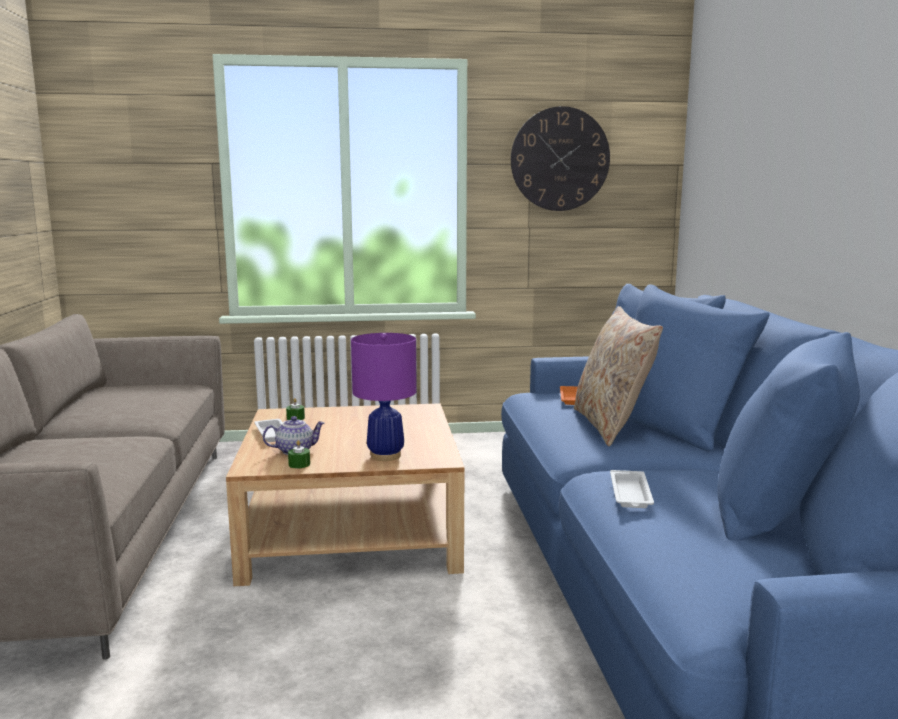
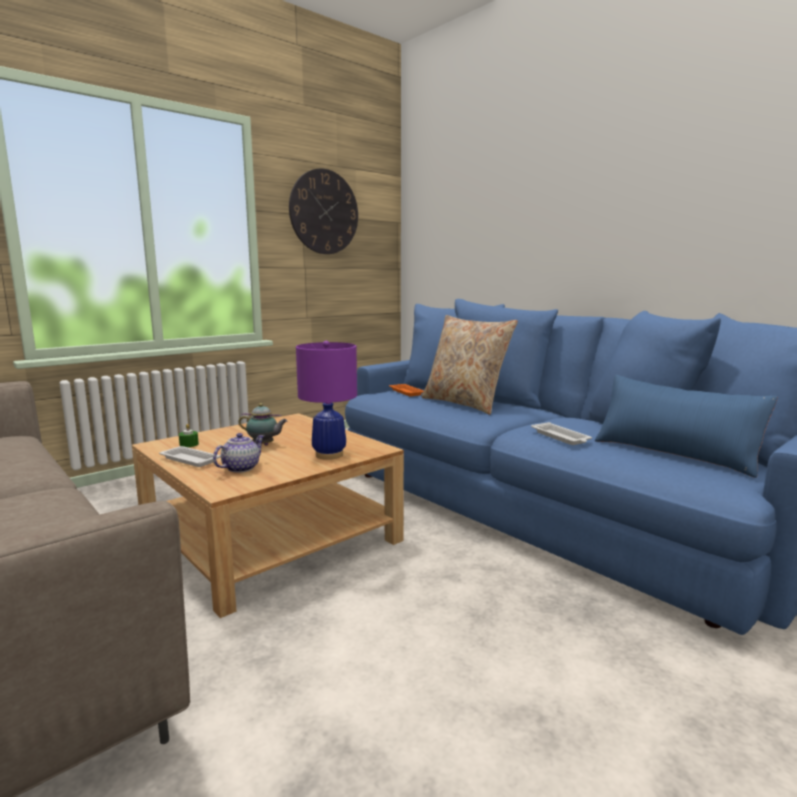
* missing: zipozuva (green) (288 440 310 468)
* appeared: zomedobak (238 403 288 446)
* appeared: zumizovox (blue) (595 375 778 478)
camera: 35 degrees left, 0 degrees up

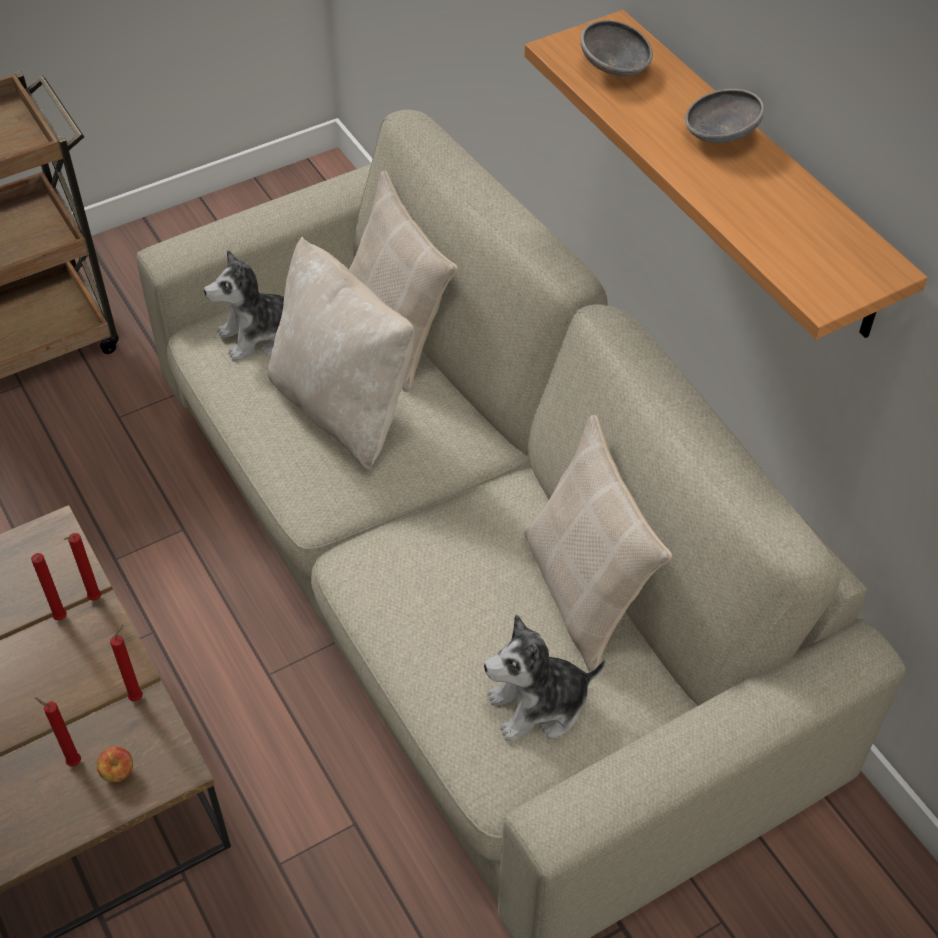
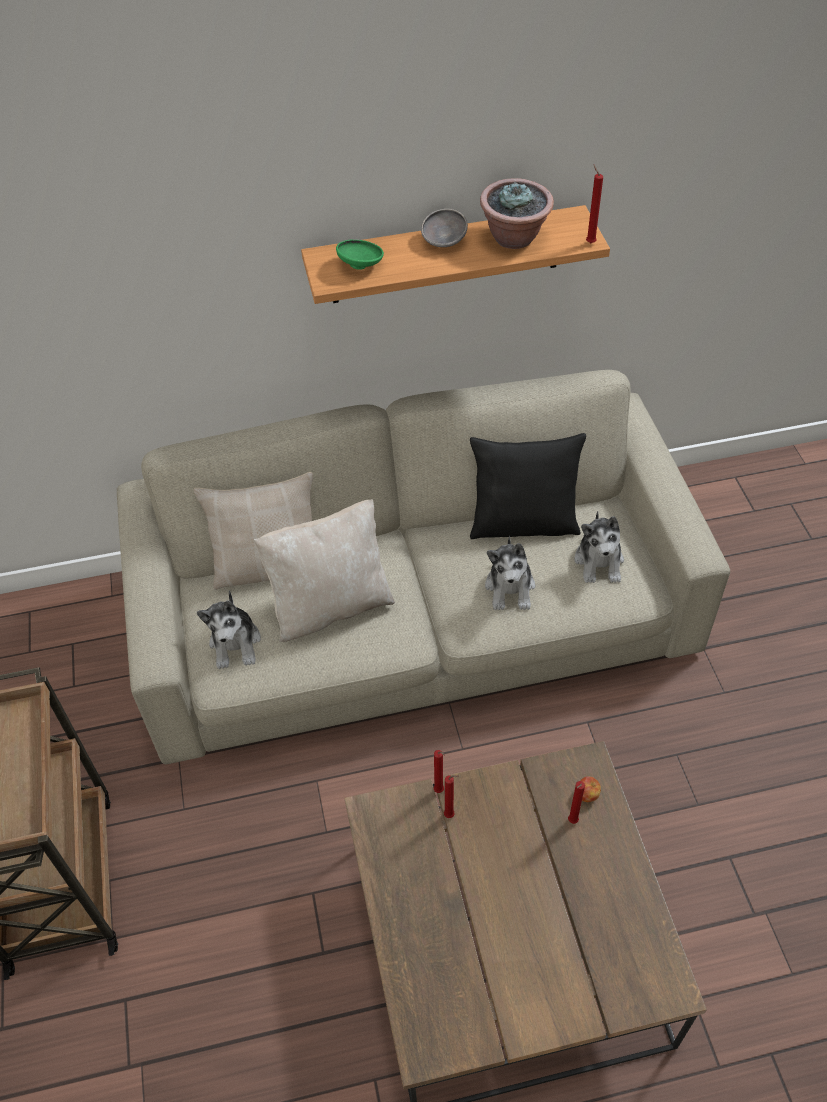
* appeared: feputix (480 178 554 249)
* appeared: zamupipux (485 536 535 610)
* relocated: zipozuva (red) (110 624 143 701) to (586 164 603 243)
* colour: zumizovox (beige) (524 415 672 671) to zumizovox (black) (470 433 586 539)
* colour: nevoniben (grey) (580 20 653 76) to nevoniben (green) (336 239 384 270)
camera: 70 degrees left, 0 degrees up

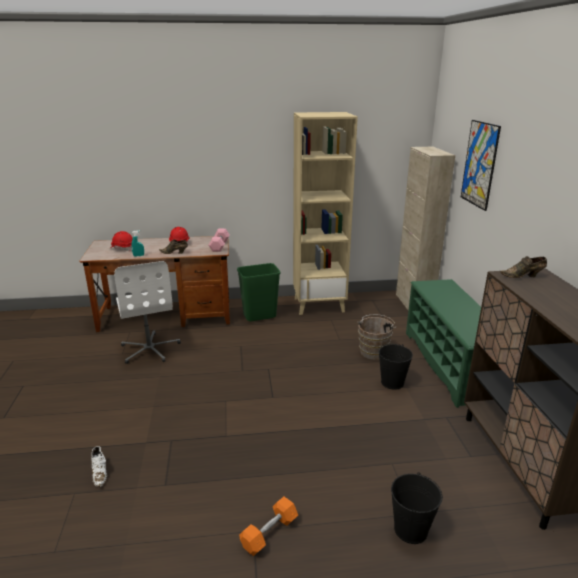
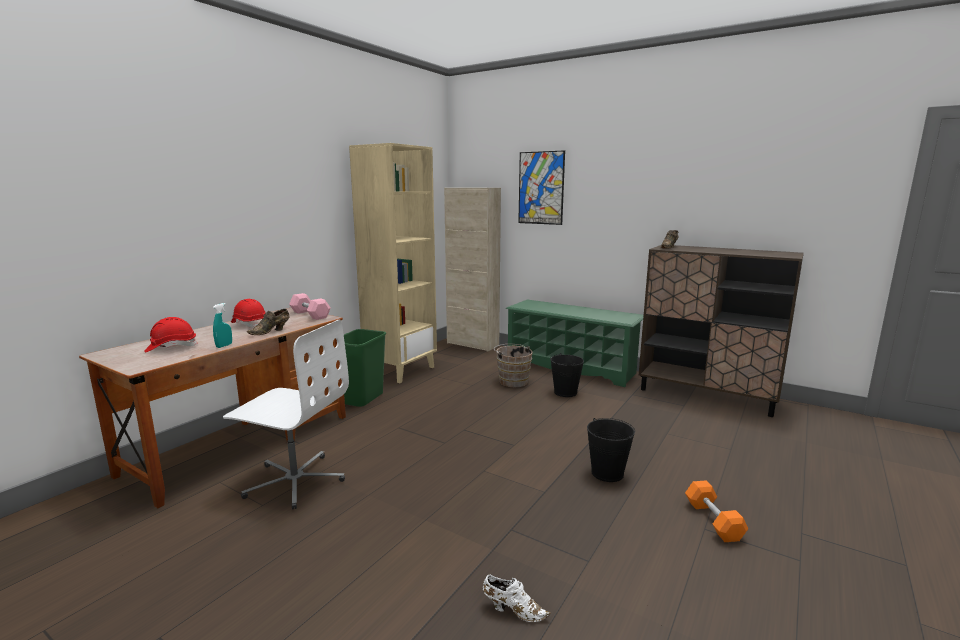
* relocated: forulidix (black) (391 472 443 544) to (587 418 635 482)
camera: 50 degrees left, 10 degrees down

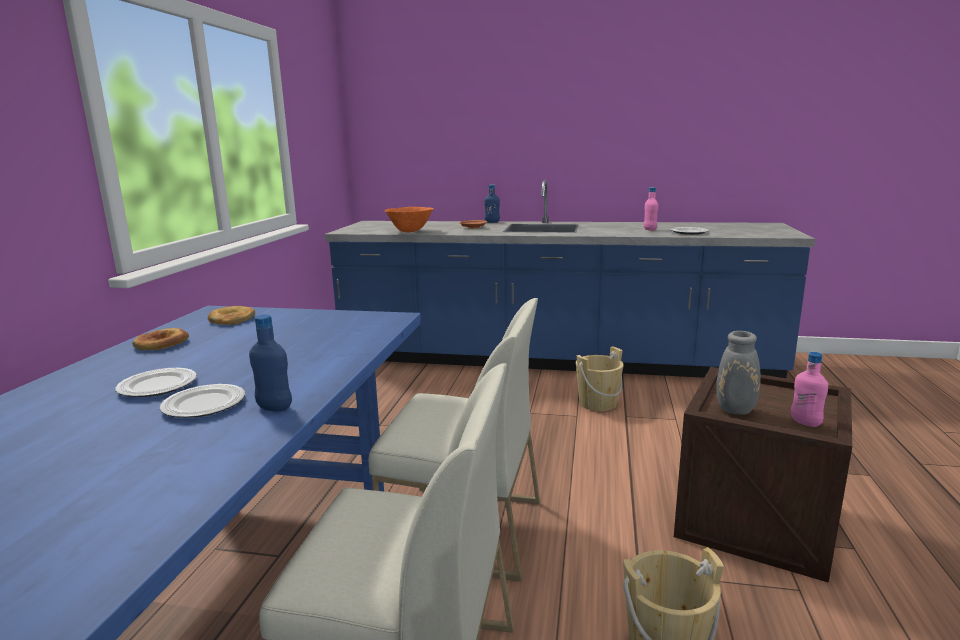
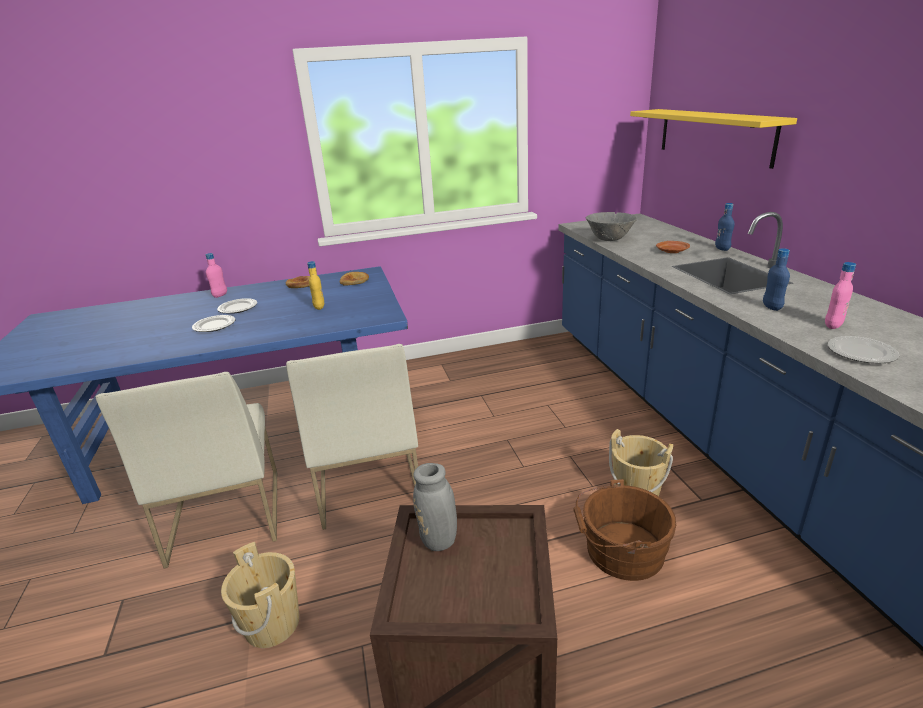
* appeared: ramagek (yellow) (307 261 324 310)
* appeared: forulidix (brown) (573 479 676 581)
* appeared: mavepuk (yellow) (630 109 797 169)
* relocated: ramagek (blue) (249 314 292 411) to (763 248 790 311)
* relocated: ramagek (pink) (791 352 828 427) to (206 253 227 298)
* colour: nevoniben (orange) (385 207 434 232) to nevoniben (grey) (585 212 637 241)
camera: 65 degrees right, 10 degrees up

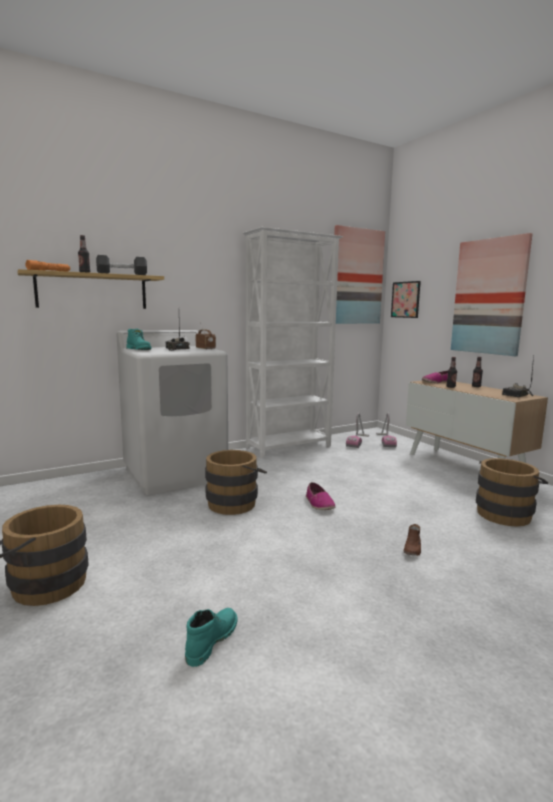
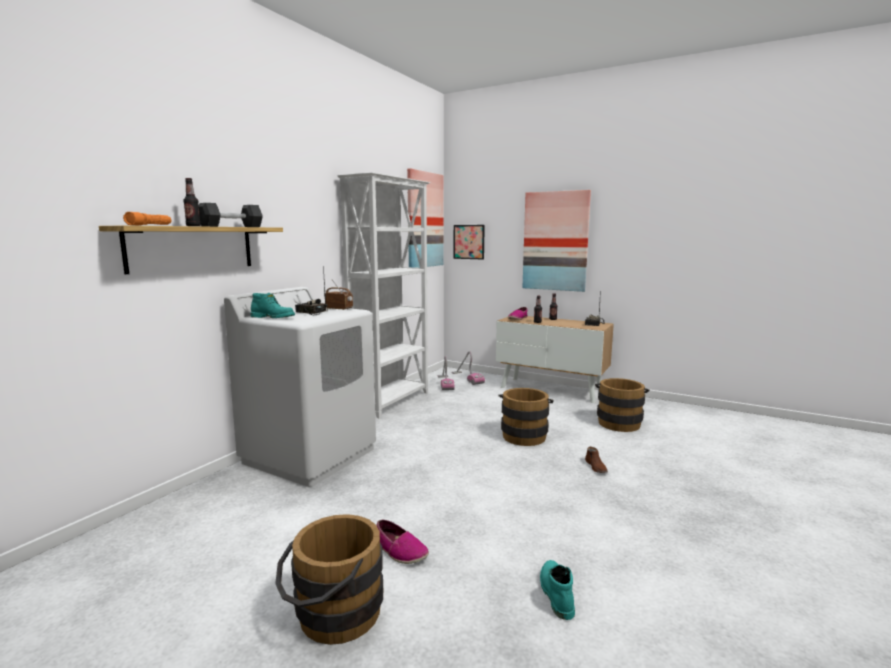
* relocated: forulidix (brown) (205 450 267 515) to (499 388 554 446)
* relocated: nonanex (306 482 336 510) to (376 520 429 564)
camera: 30 degrees left, 0 degrees up

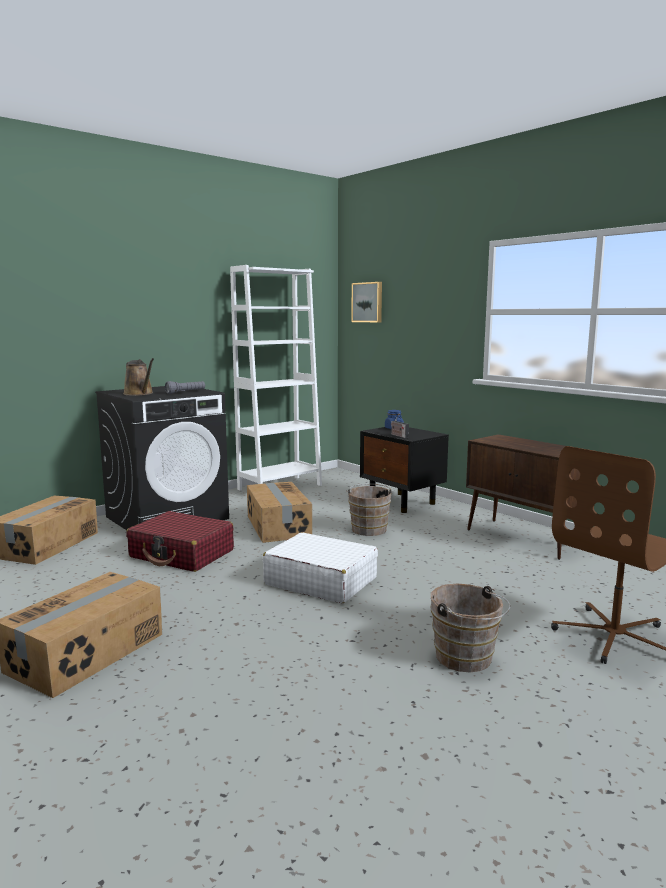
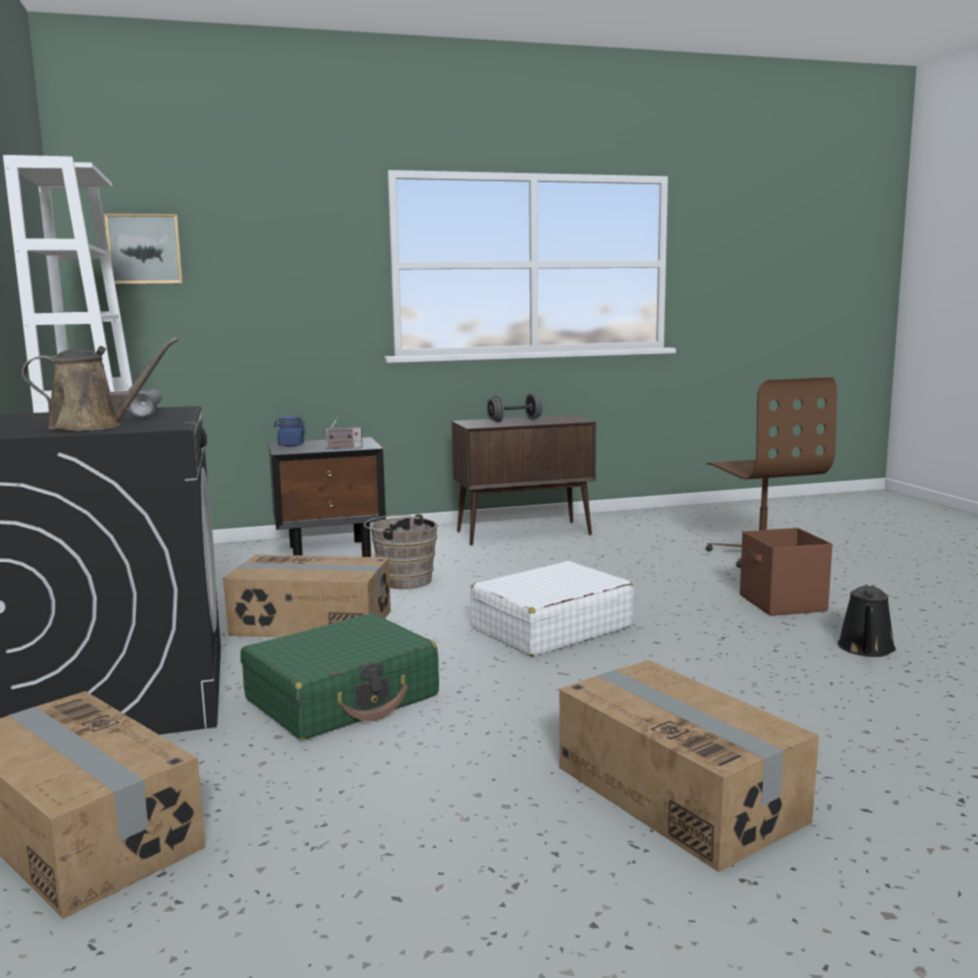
* appeared: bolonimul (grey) (487 393 543 422)
* appeared: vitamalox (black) (838 584 896 657)
* exchanged: forulidix (brown) (430 584 511 672) to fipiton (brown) (740 528 832 616)
* colour: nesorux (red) (126 511 234 572) to nesorux (green) (240 613 439 740)
camera: 65 degrees left, 0 degrees up

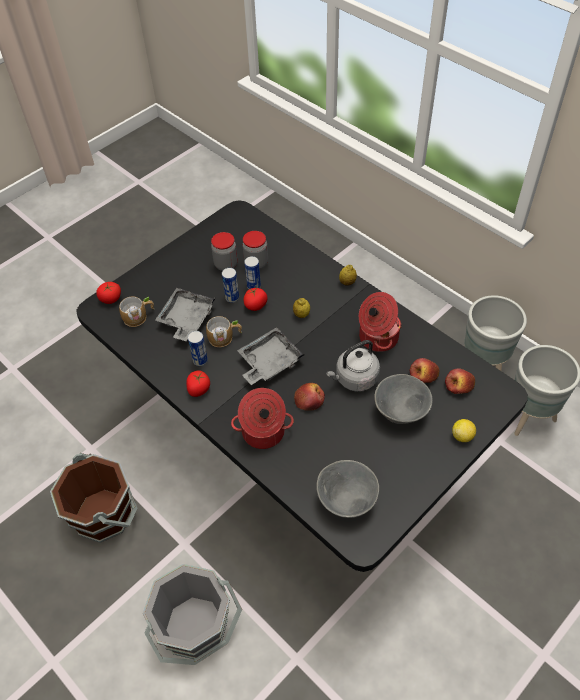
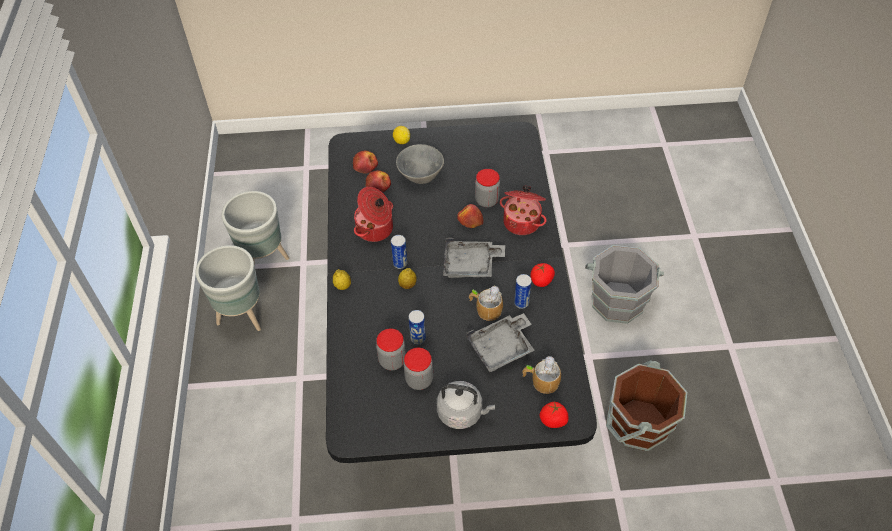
* missing: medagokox (243 288 268 311)
* missing: nevoniben (grey) (317 460 379 518)
* appeared: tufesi (475 169 500 207)
* relocated: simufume (222 268 239 303) to (391 235 407 269)
* relocated: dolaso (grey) (326 340 380 392) to (437 381 495 429)
camera: 140 degrees left, 0 degrees up

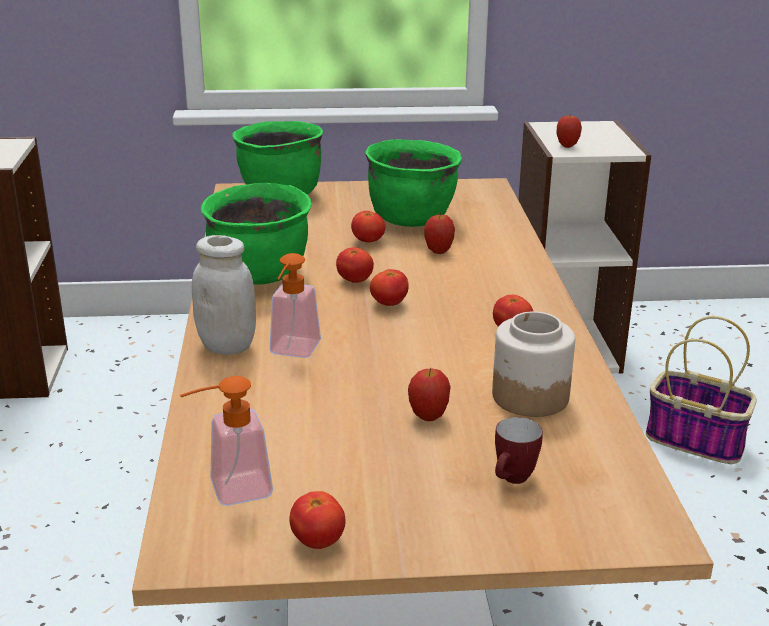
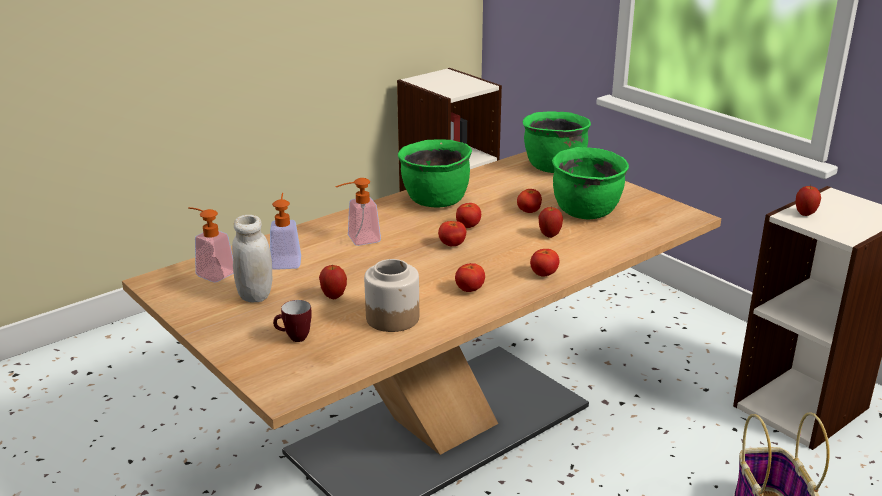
* appeared: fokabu (270 193 301 270)
* relocated: tufesi (white) (192 235 256 355) to (232 215 272 303)
* relocated: medagokox (289 491 346 549) to (530 249 559 276)
camera: 55 degrees right, 0 degrees up

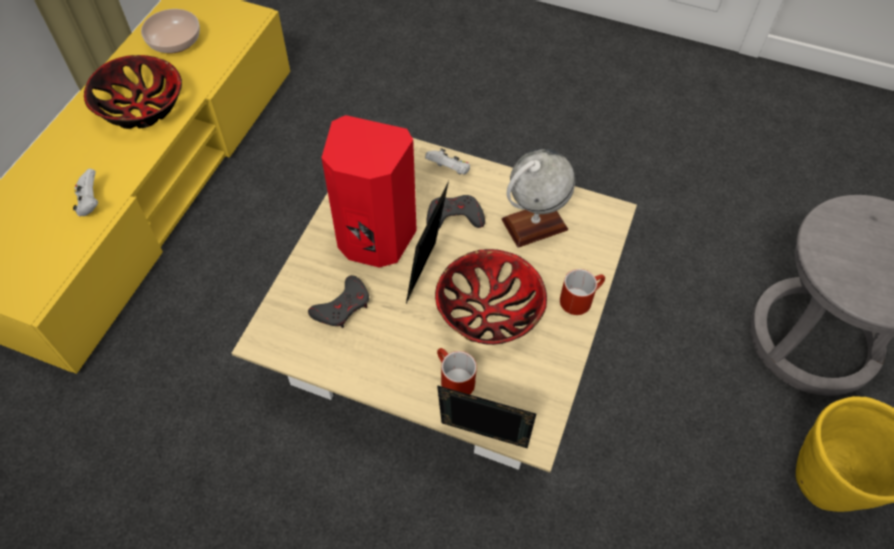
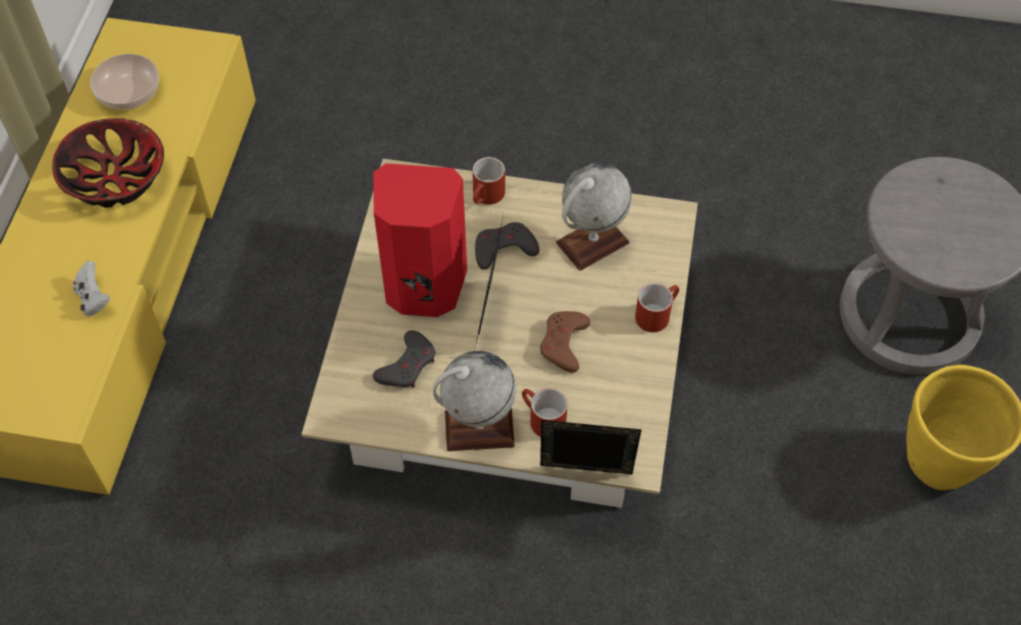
* appeared: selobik (433 351 516 451)
* exchanged: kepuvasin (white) (425 148 470 175) to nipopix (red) (472 157 505 205)
* exchanged: nevoniben (435 249 547 345) to kepuvasin (brown) (540 311 591 373)
camera: 10 degrees left, 0 degrees up

